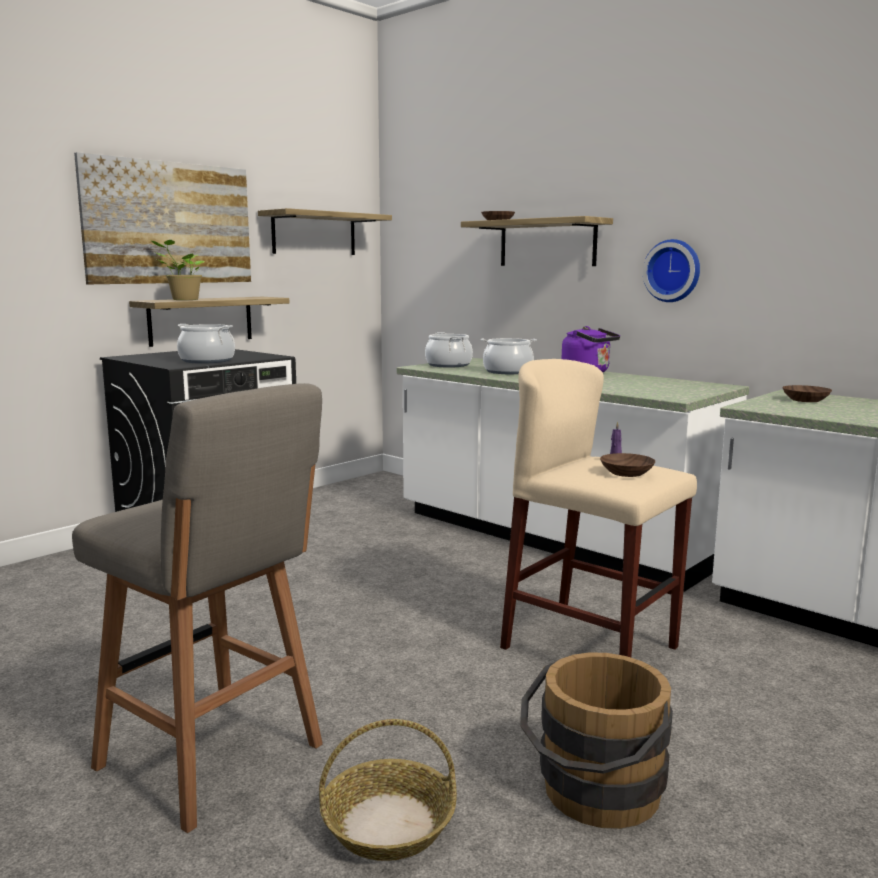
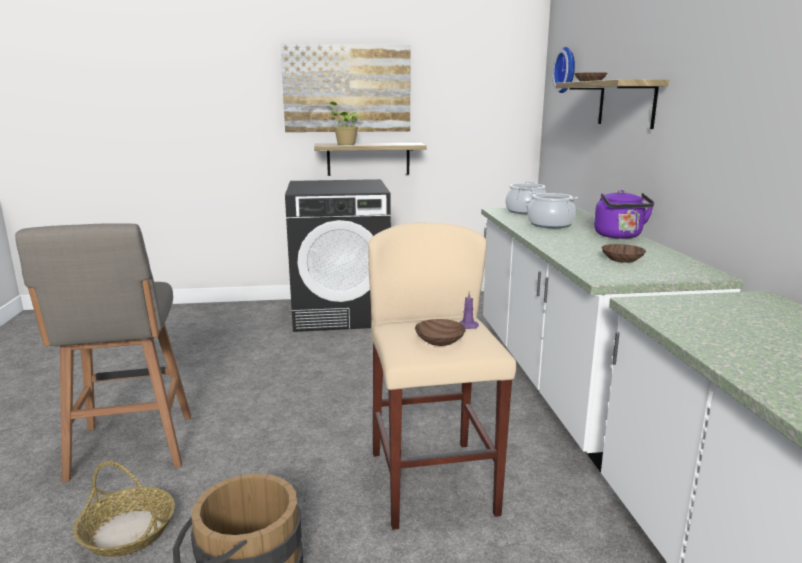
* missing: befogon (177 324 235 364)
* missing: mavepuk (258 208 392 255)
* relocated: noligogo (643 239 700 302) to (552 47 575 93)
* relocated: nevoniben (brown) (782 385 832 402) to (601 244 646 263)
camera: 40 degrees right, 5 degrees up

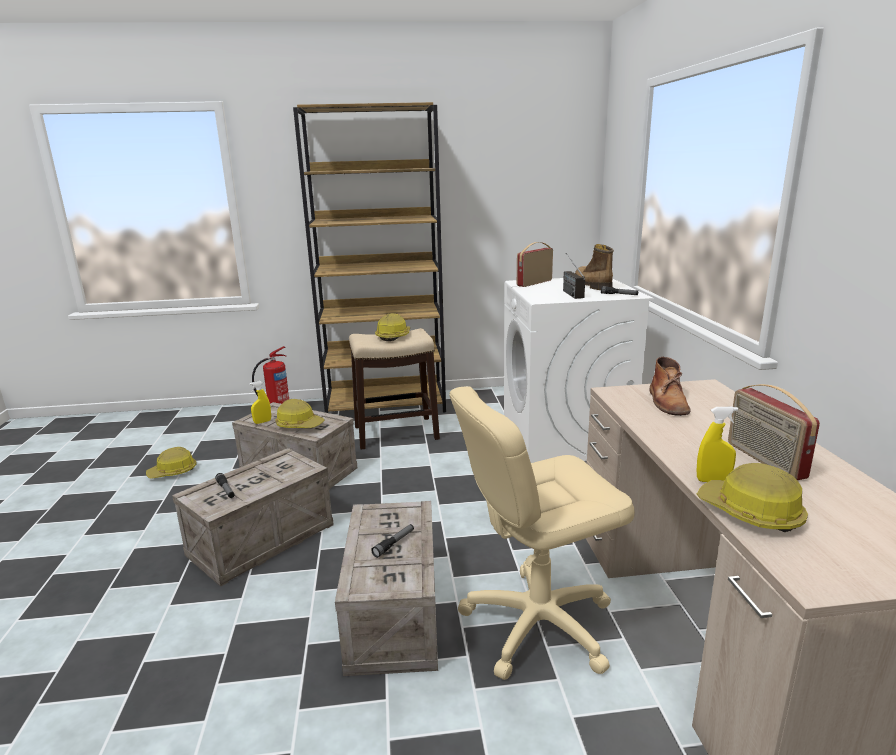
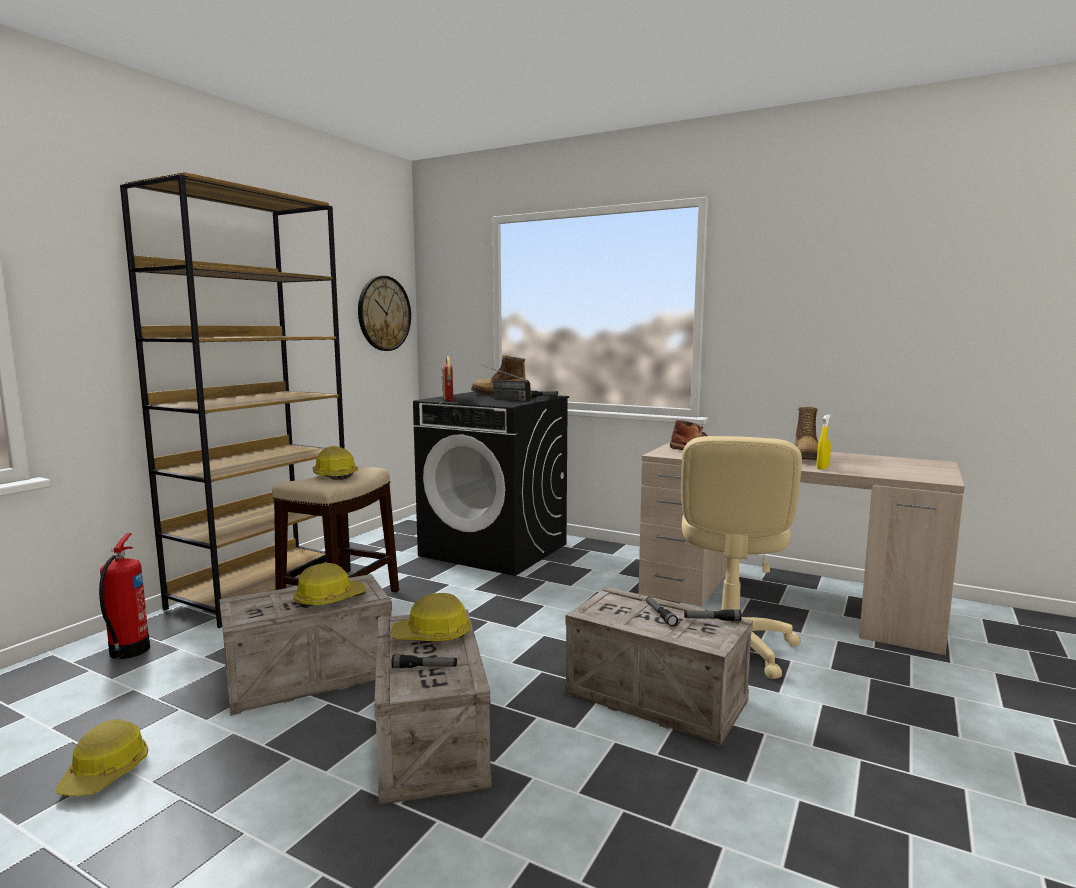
* missing: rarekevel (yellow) (250 381 271 424)
* appeared: noligogo (358 276 411 351)
* appeared: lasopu (684 609 742 621)
* relocated: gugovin (697 463 808 532) to (391 593 471 641)
* exchanged: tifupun (728 384 820 480) to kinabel (795 407 818 460)
* colour: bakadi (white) (504 278 654 463) to bakadi (black) (413 392 569 576)
camera: 55 degrees left, 10 degrees down

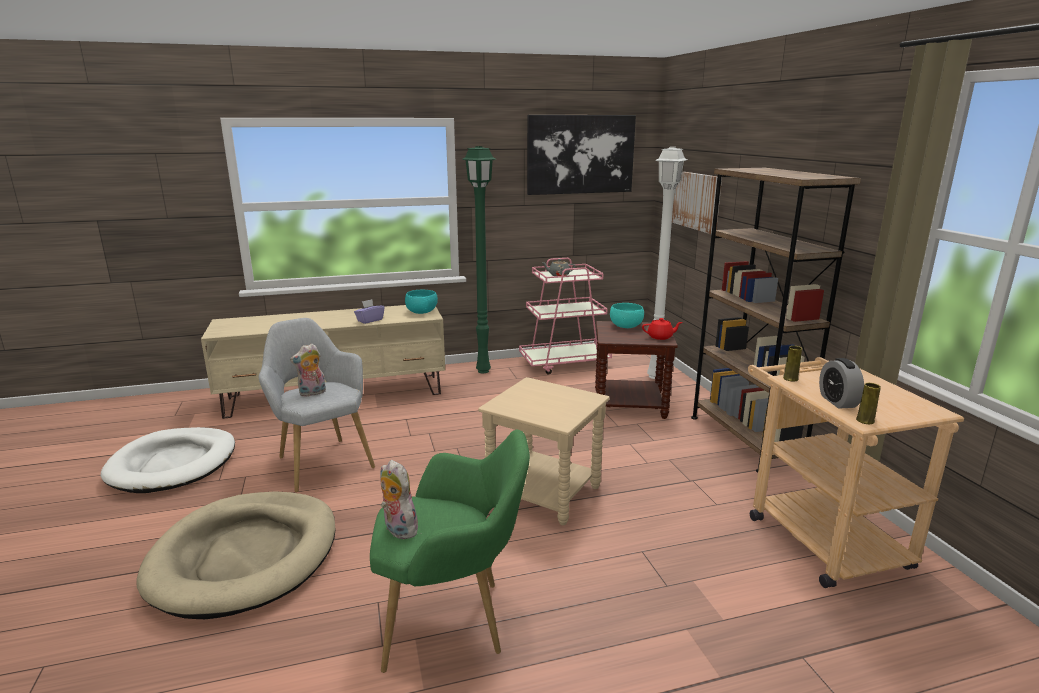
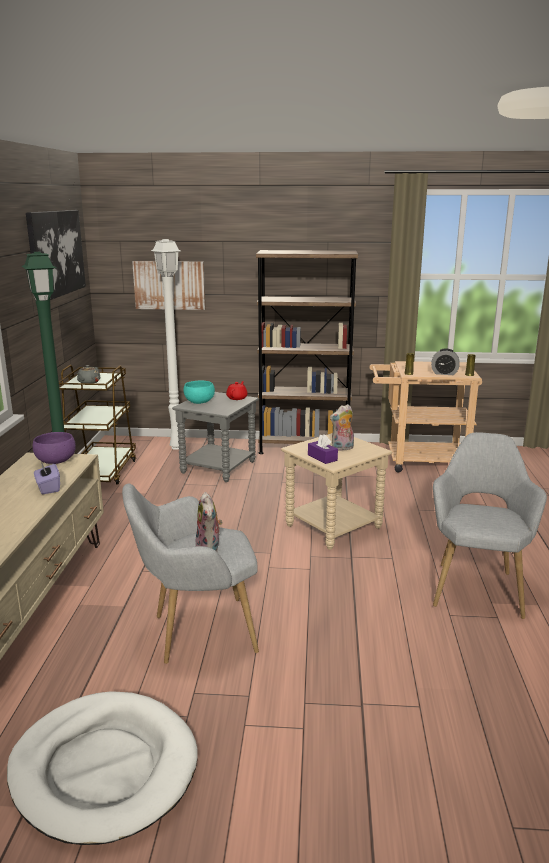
* missing: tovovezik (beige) (136 491 335 619)
* appeared: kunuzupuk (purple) (308 434 338 464)
* relocated: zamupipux (380 460 418 539) to (330 404 354 451)
* colour: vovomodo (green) (370 429 530 673) to vovomodo (grey) (433 432 547 619)
* colour: nevoniben (turquoise) (405 290 438 314) to nevoniben (purple) (33 432 76 464)
* colour: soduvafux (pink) (519 258 612 375) to soduvafux (brown) (59 365 136 485)
* colour: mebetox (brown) (595 321 678 419) to mebetox (grey) (172 392 259 482)
camera: 70 degrees left, 0 degrees up

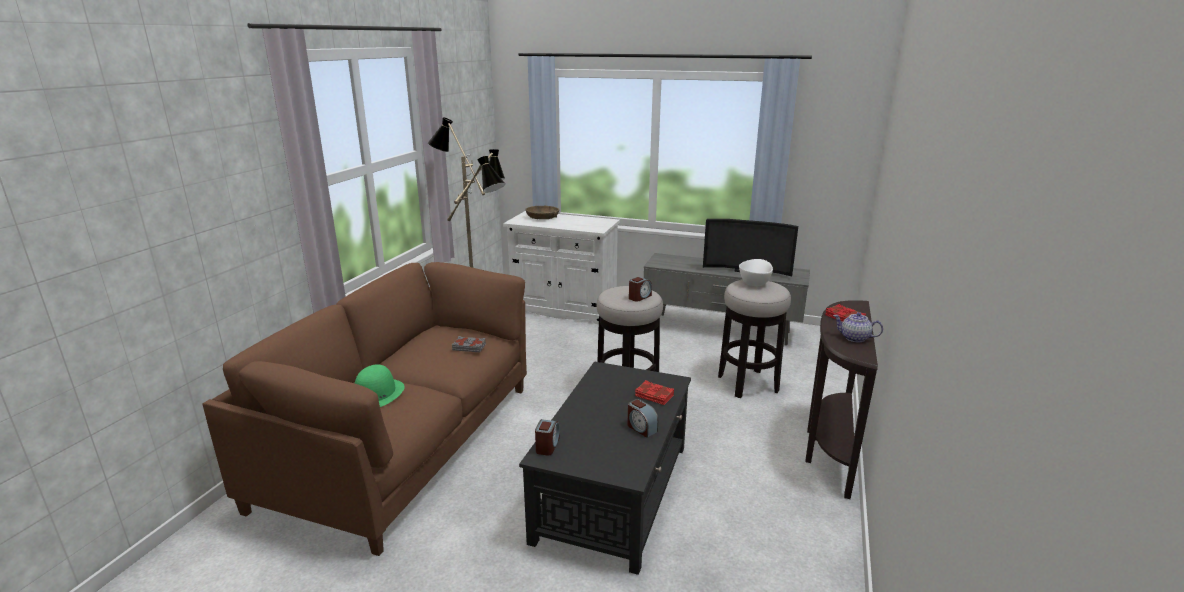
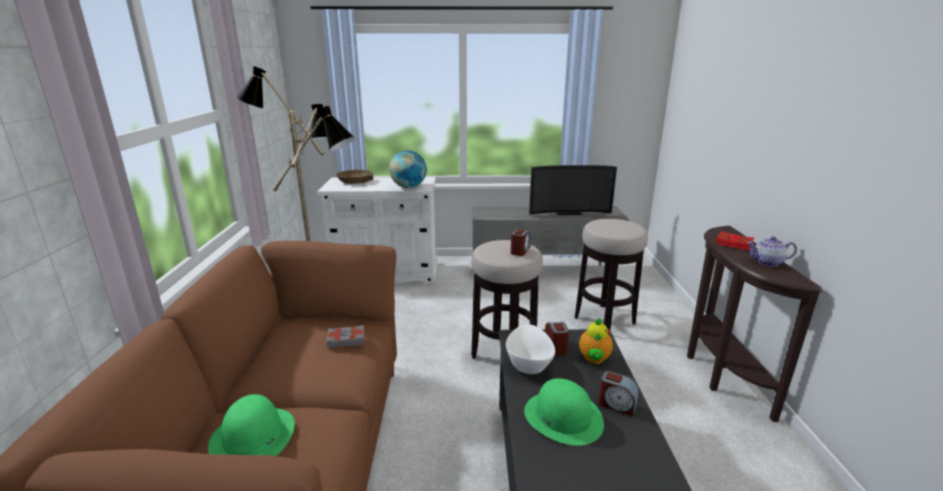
* appeared: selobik (389 150 427 188)
* appeared: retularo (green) (524 378 604 445)
* relocated: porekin (535 419 560 455) to (545 321 569 355)
* relocated: nevoniben (white) (739 259 773 286) to (506 324 555 374)
* exchanged: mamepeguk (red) (635 380 674 405) to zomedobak (579 318 613 364)
camera: 20 degrees left, 0 degrees up

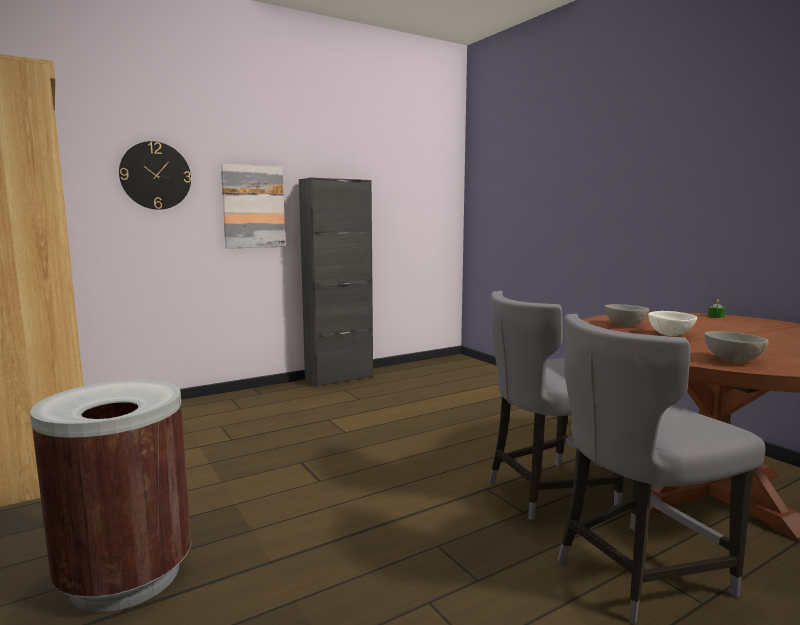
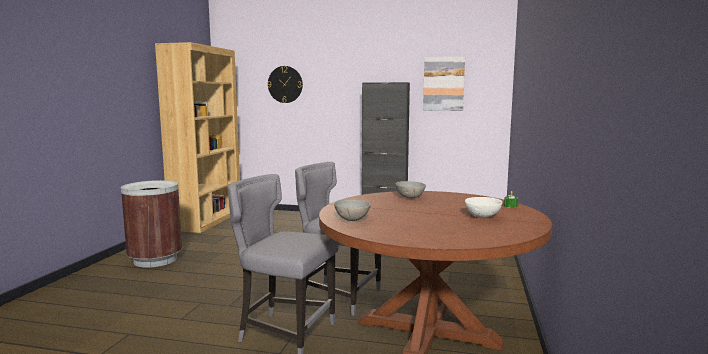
* relocated: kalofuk (221 164 286 249) to (423 56 465 111)
* relocated: nevoniben (white) (648 311 697 336) to (465 197 503 218)
camera: 45 degrees right, 0 degrees up

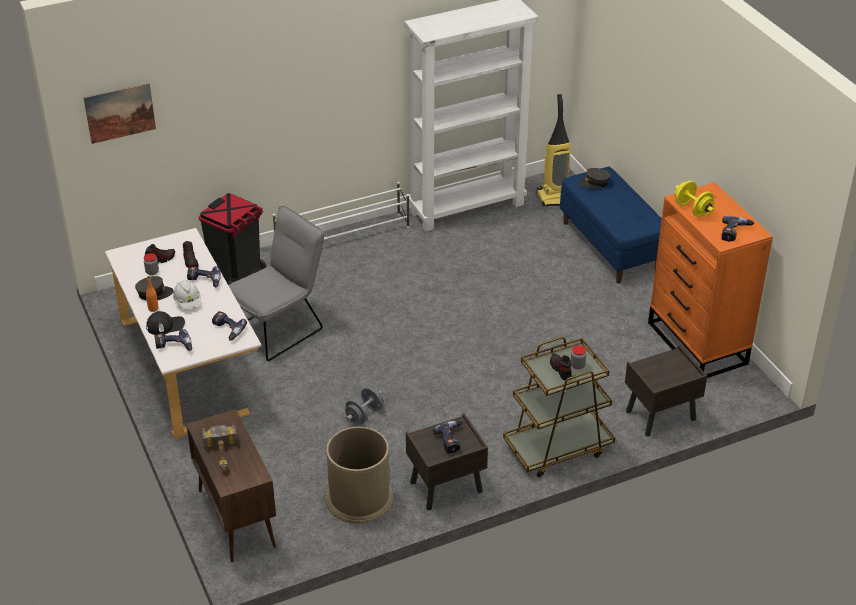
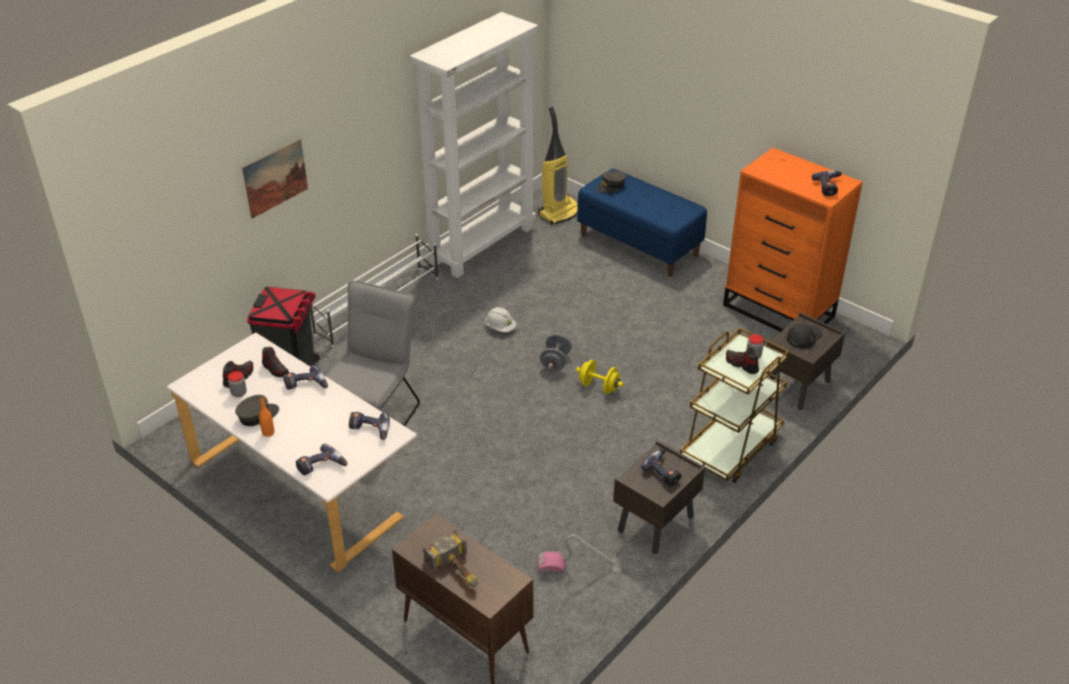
* relocated: kalofuk (83 83 156 144) to (242 139 308 218)
* relocated: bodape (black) (146 311 185 335) to (787 324 822 348)
* relocated: gugovin (white) (173 280 201 308) to (485 307 516 332)
* relocated: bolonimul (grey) (345 387 383 424) to (540 334 572 371)
* relocated: bolonimul (yellow) (675 181 715 217) to (576 360 624 394)
* exchanged: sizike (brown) (326 427 394 524) to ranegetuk (538 534 622 575)
camera: 25 degrees left, 0 degrees up

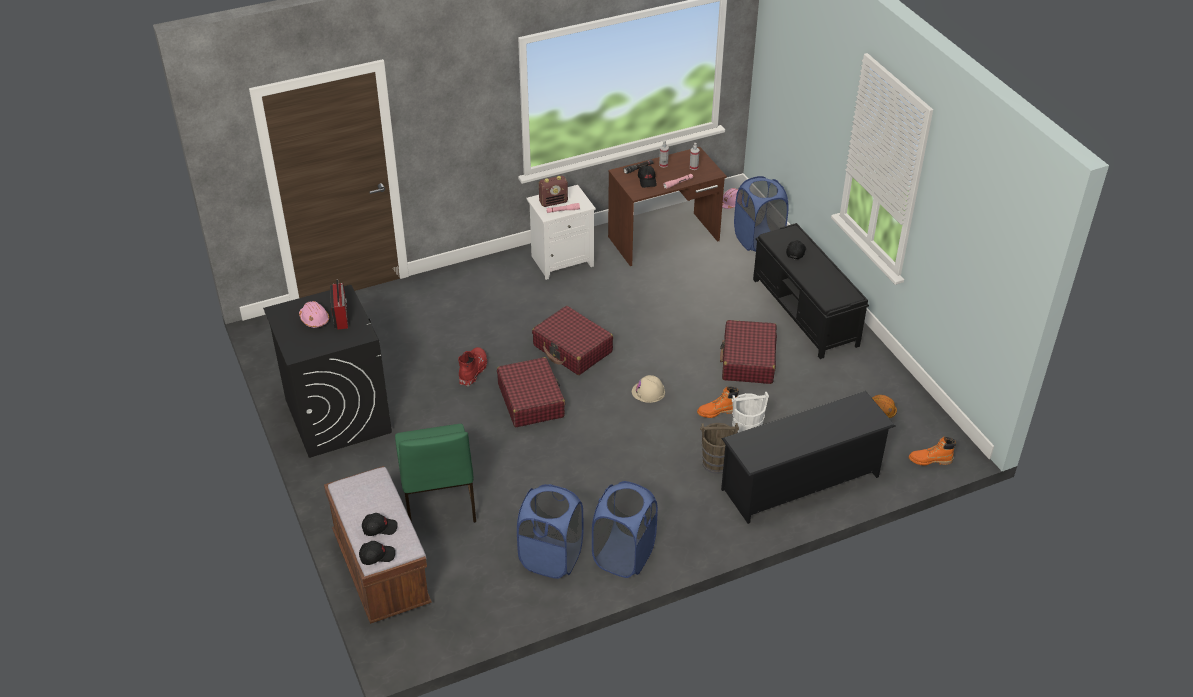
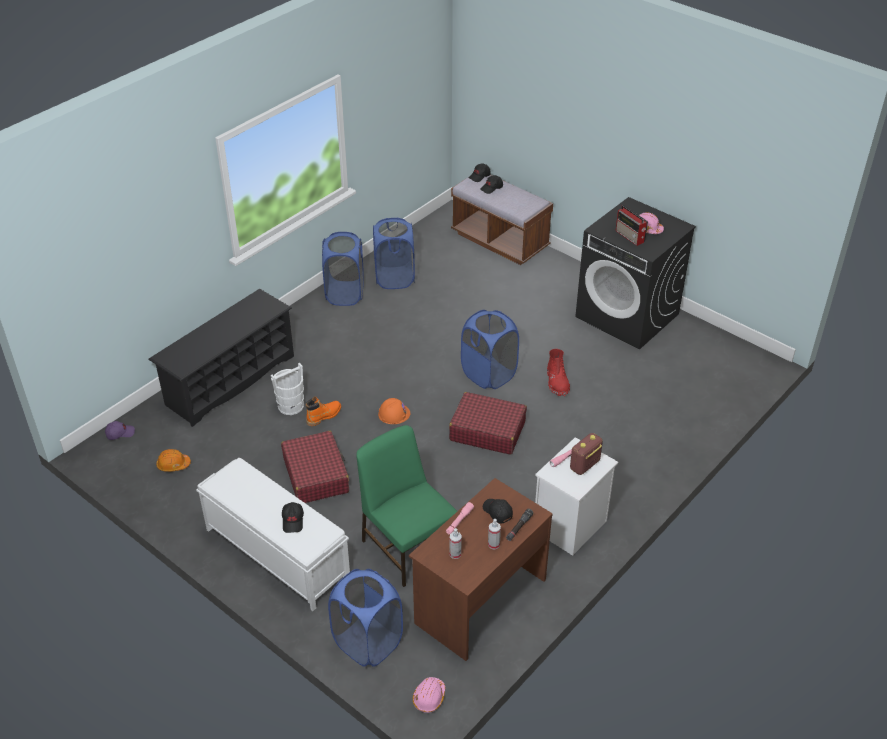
* missing: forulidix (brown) (700 423 739 474)
* relocated: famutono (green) (395 424 476 523) to (356 425 457 587)
* exchanged: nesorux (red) (497 357 565 427) to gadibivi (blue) (461 310 519 389)
* exchanged: kinabel (orange) (909 437 956 466) to bodape (purple) (105 421 135 440)
* colour: gugovin (beige) (632 375 665 403) to gugovin (orange) (378 398 411 424)
* colour: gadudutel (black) (753 223 869 359) to gadudutel (white) (196 458 350 611)
camera: 155 degrees right, 0 degrees up

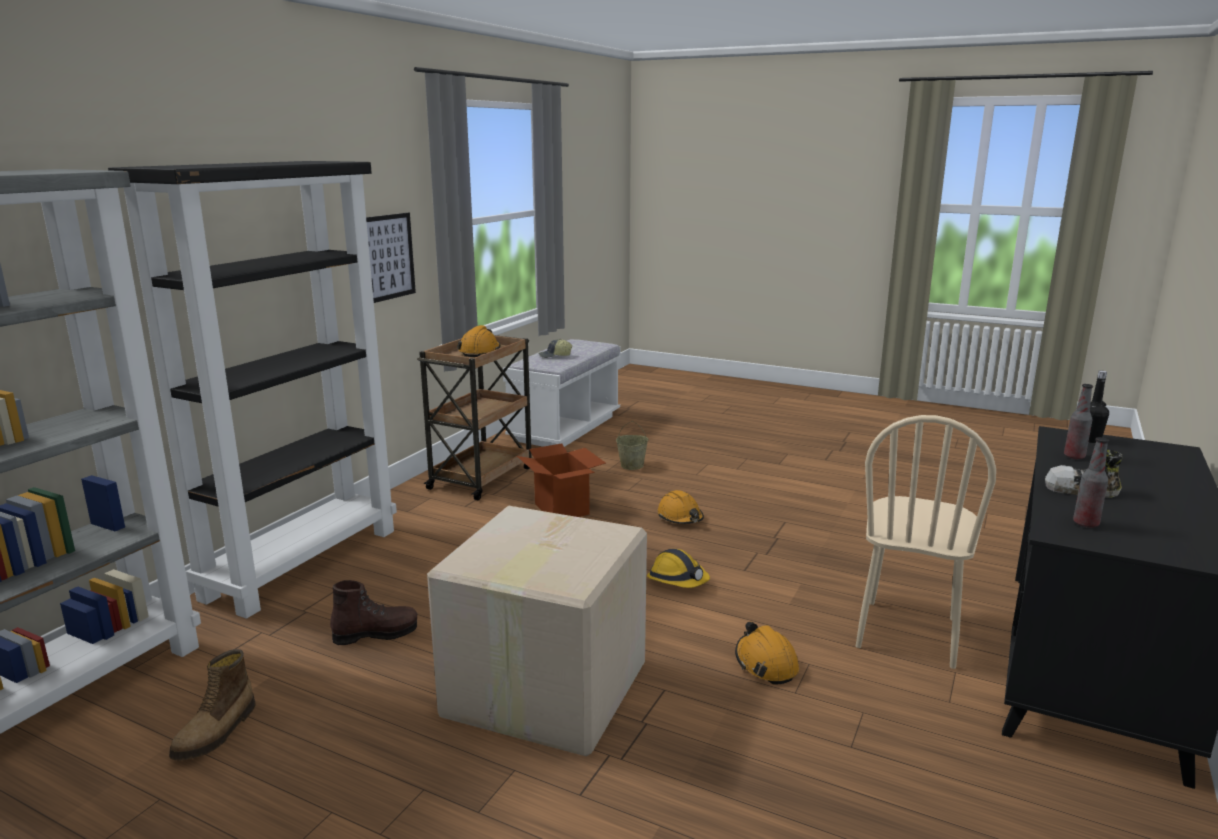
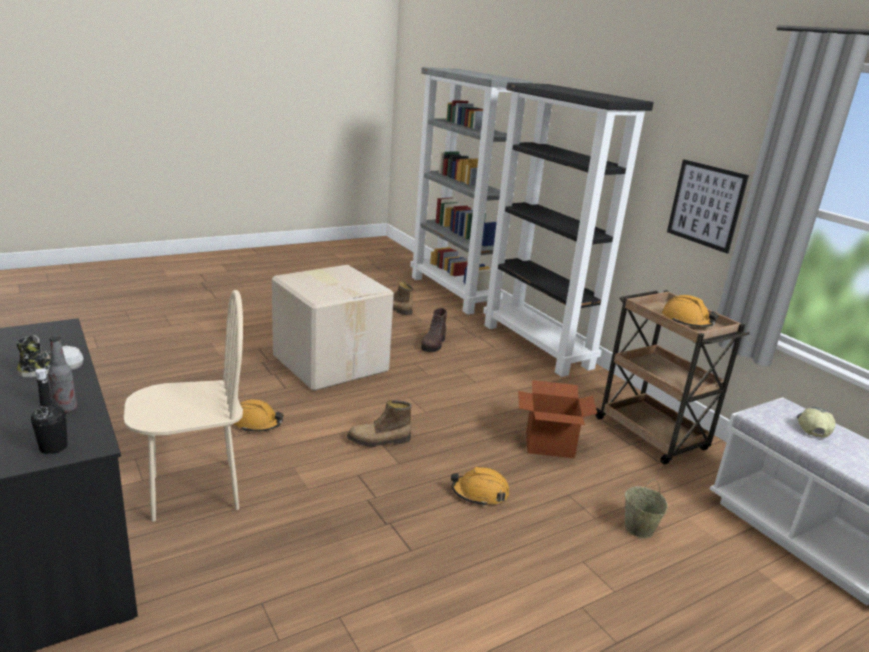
* missing: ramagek (1073 437 1109 528)
* exchanged: gugovin (647 549 710 588) to kinabel (347 400 412 447)
* spun: famutono (beige) (856 415 996 669) = (124 290 243 522) 105 degrees clockwise
camera: 120 degrees right, 5 degrees up

